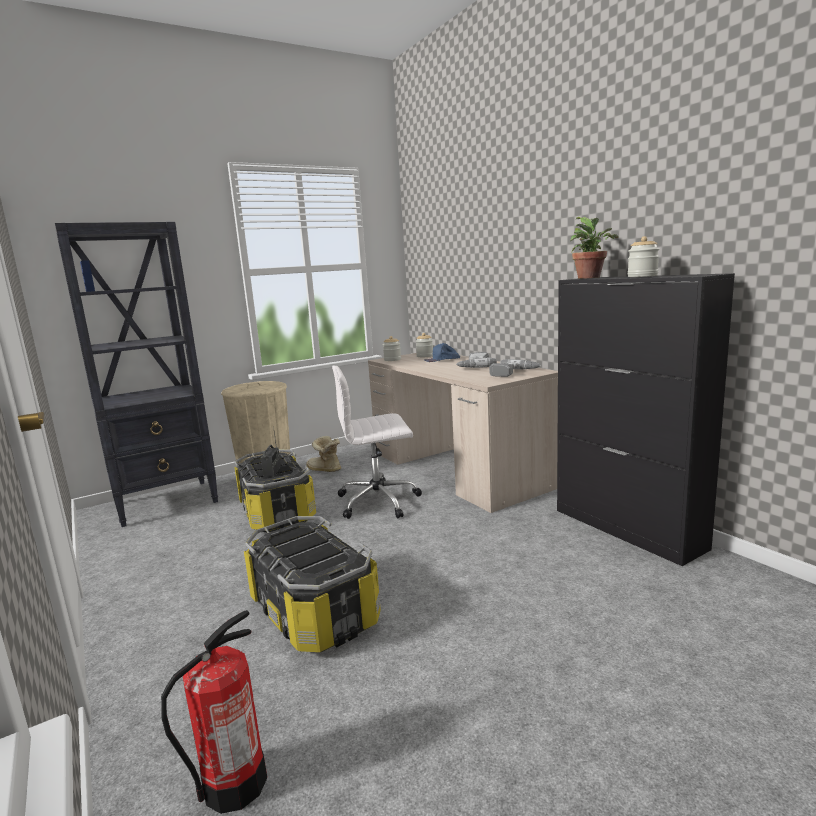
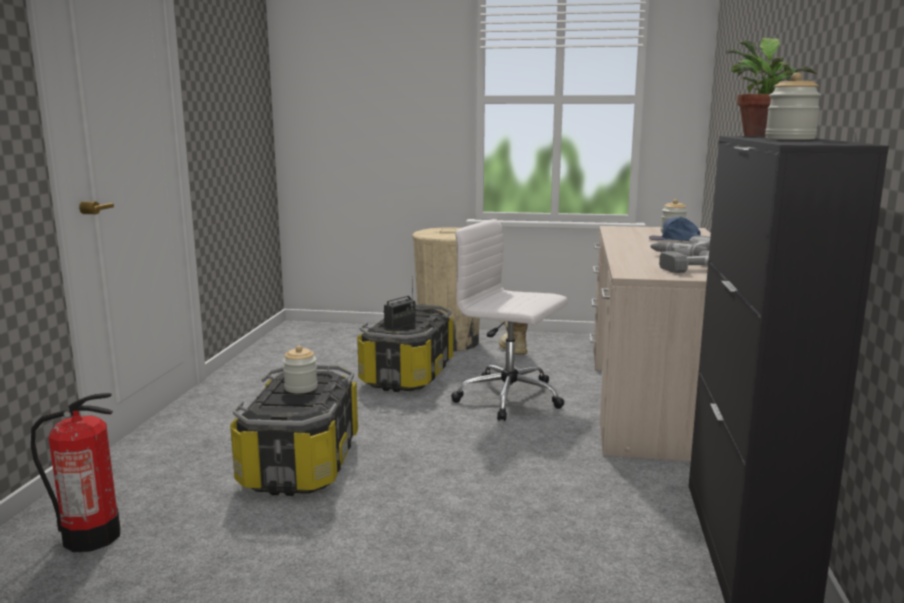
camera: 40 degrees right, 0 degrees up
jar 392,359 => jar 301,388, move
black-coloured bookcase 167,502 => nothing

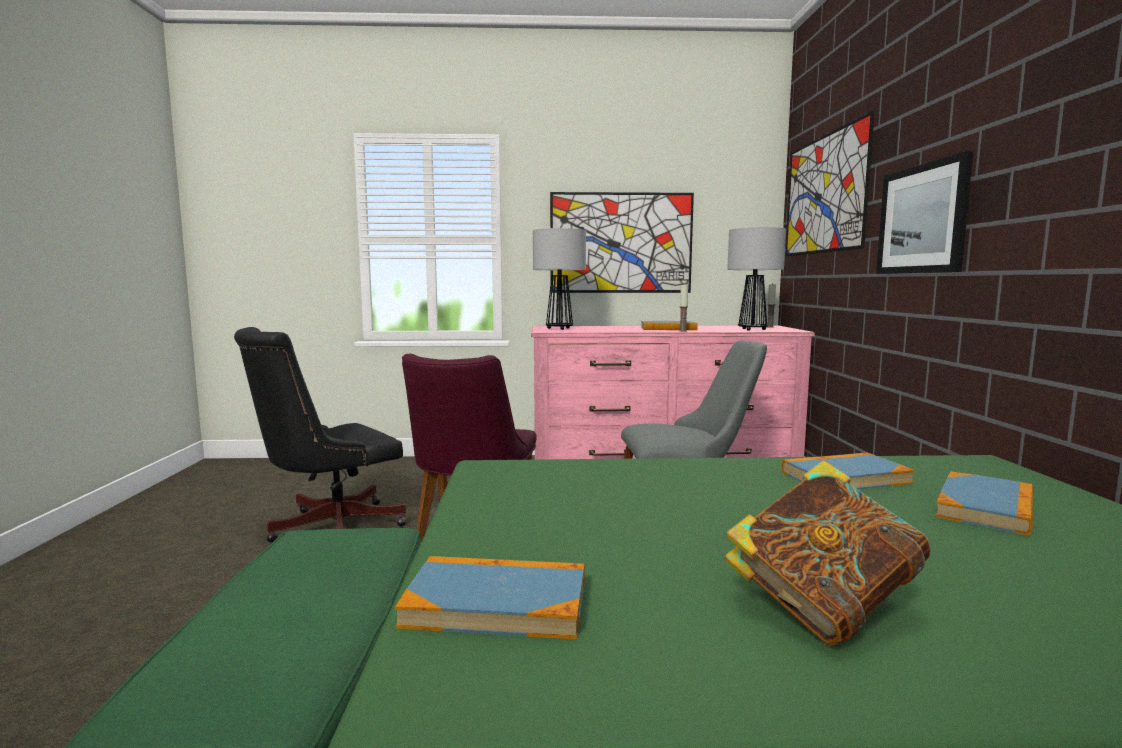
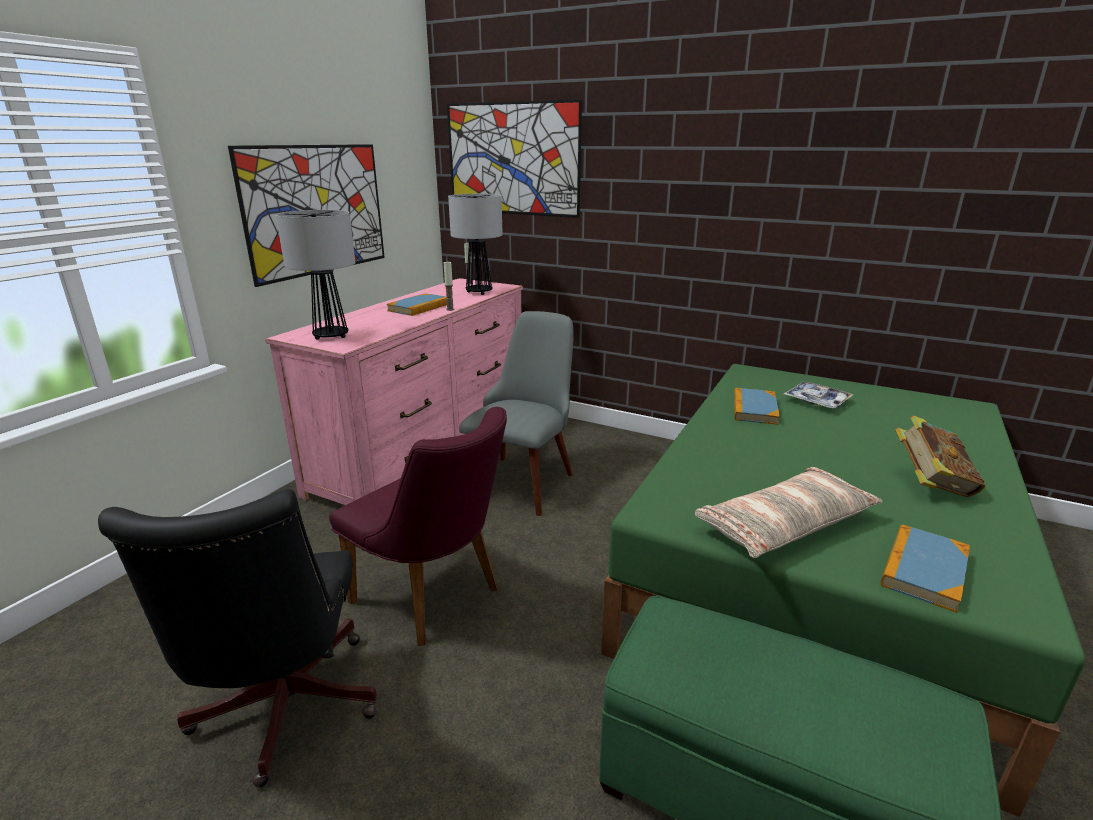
camera: 60 degrees left, 15 degrees up
nothing => pillow 785,525
volume 985,507 => serving tray 816,401
wall art 922,219 => nothing

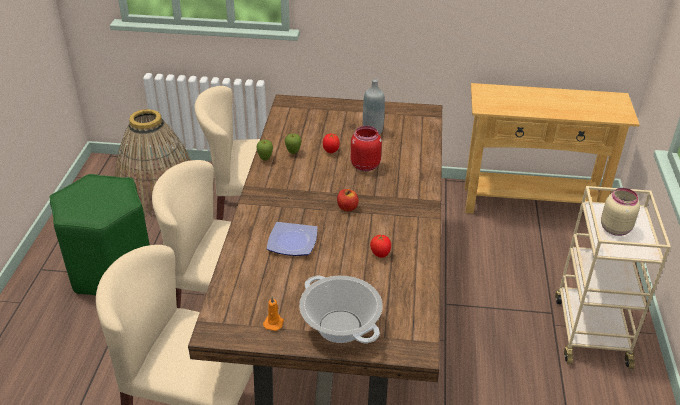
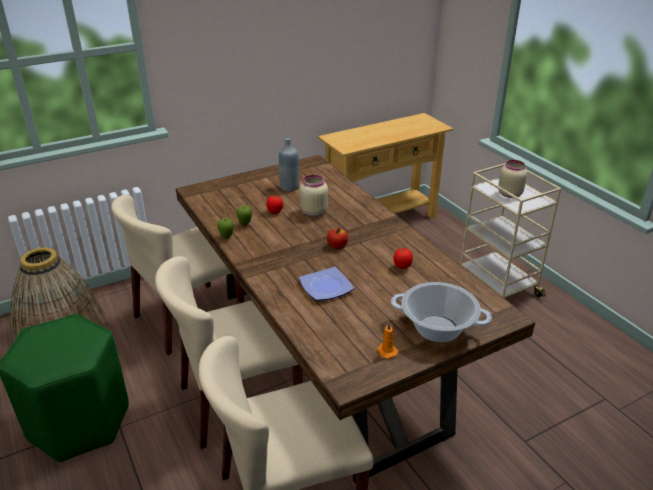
camera: 35 degrees left, 5 degrees down
red-coloured jar 364,165 => beige jar 313,212

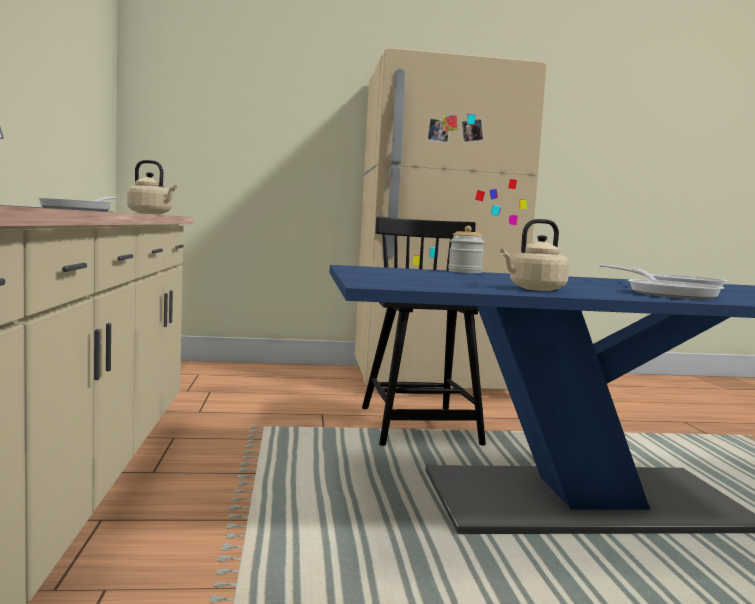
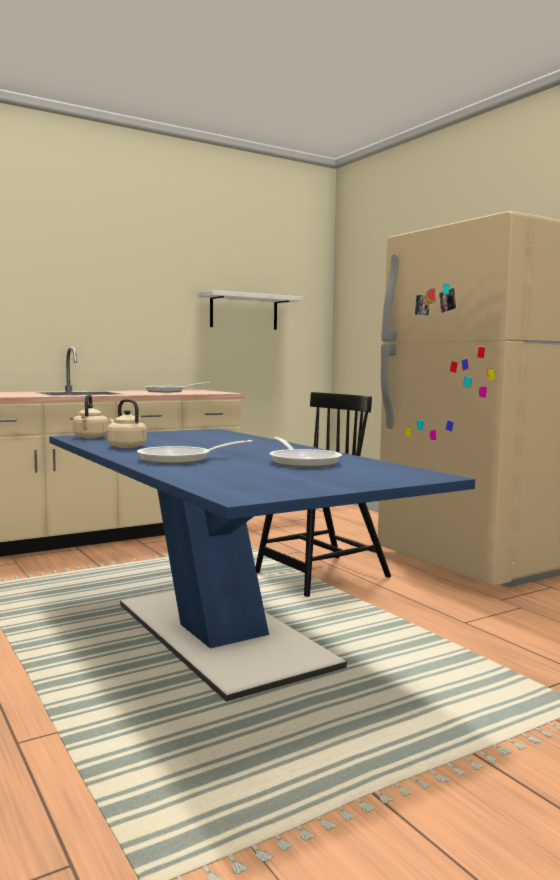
camera: 65 degrees right, 0 degrees up
beige tea kettle 151,214 => beige tea kettle 90,437, move
nothing => whitish shelf 244,312
jar 465,272 => nothing

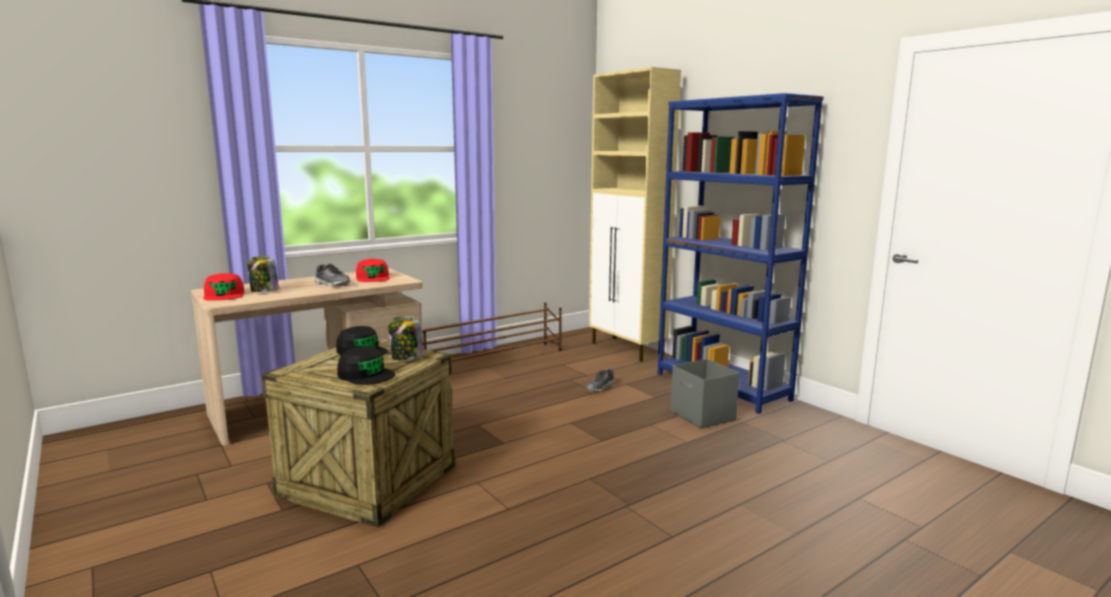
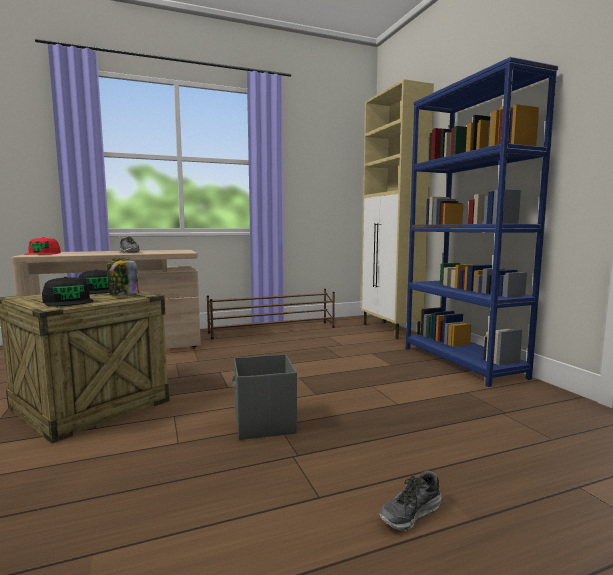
camera: 15 degrees right, 5 degrees down
gray storage box 703,416 => gray storage box 264,423, move
item of footwear 600,388 => item of footwear 411,513, move
jar 264,291 => nothing
red-coloured baseball cap 373,278 => nothing

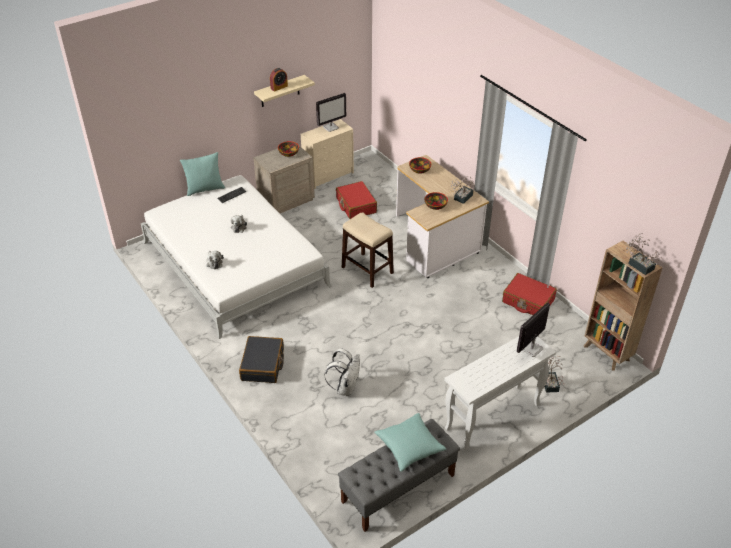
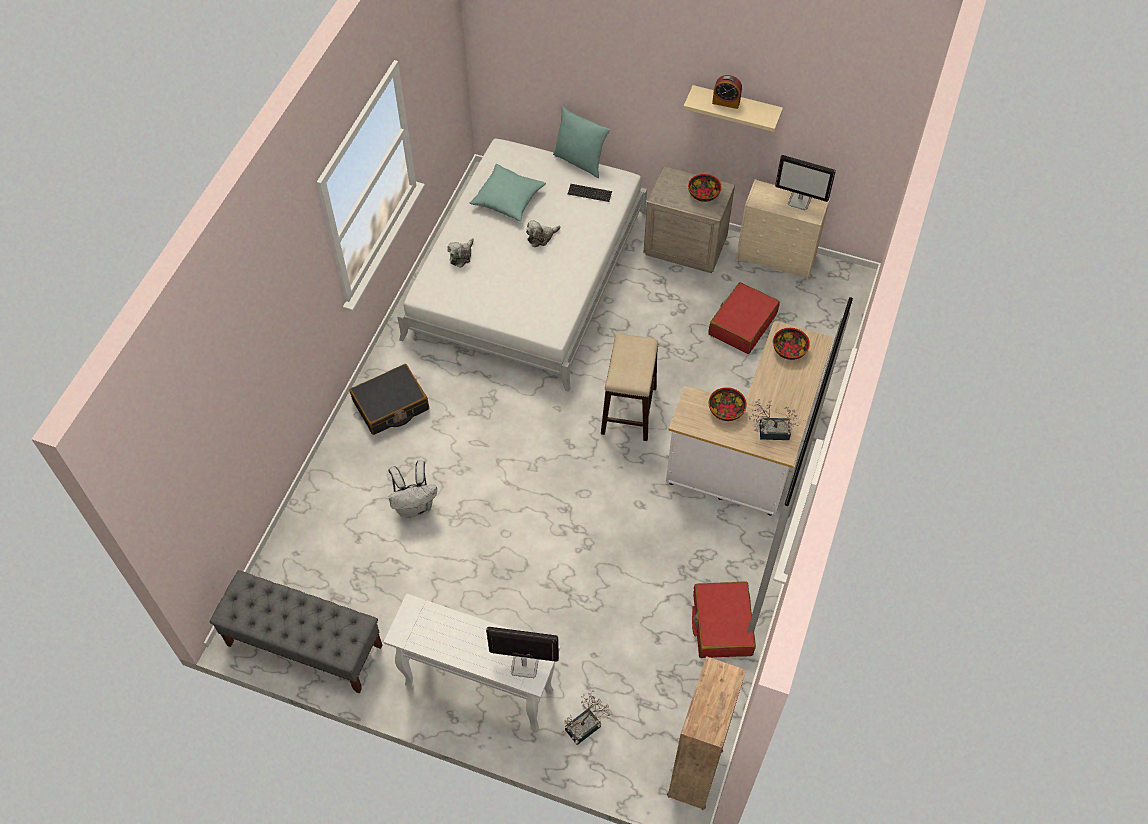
camera: 55 degrees right, 15 degrees up
turquoise-coloured pillow 409,446 => turquoise-coloured pillow 508,199, move
plant in a pot 639,264 => nothing

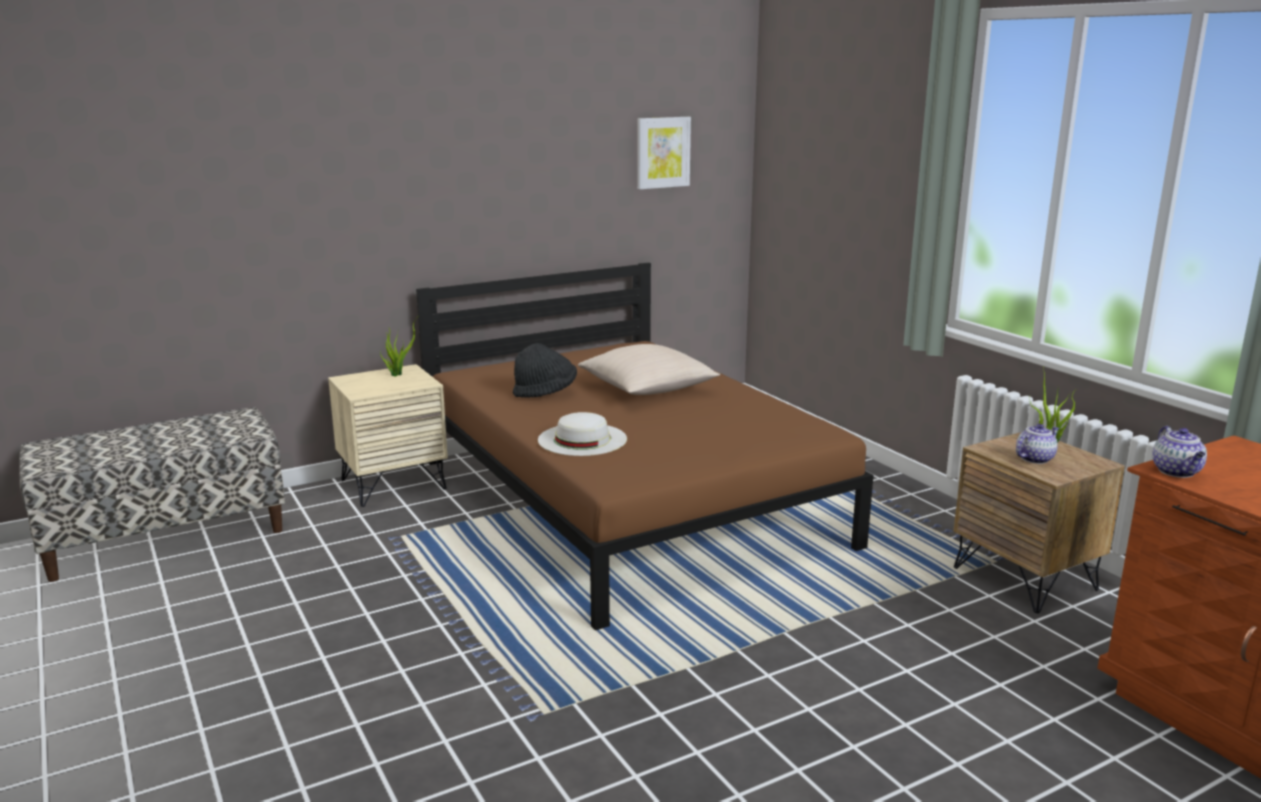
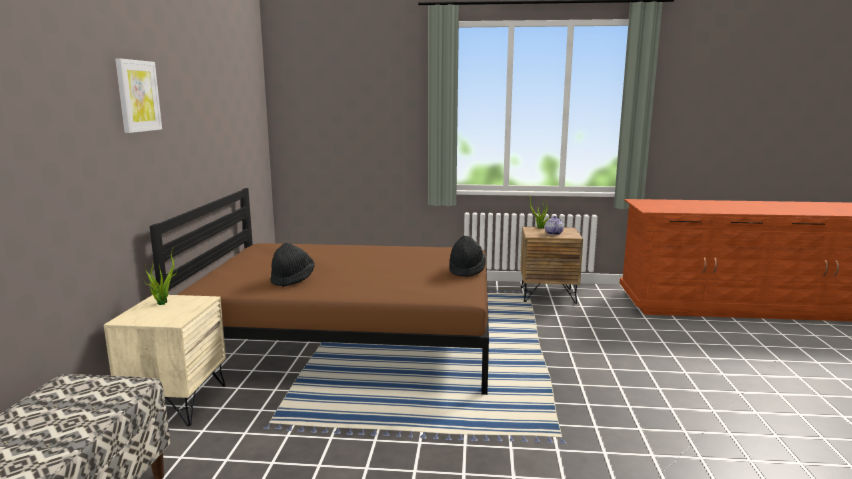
camera: 55 degrees left, 5 degrees down
wall art 662,152 => wall art 137,96, move
nothing => black-coloured wearable hat 466,270
whitish wearable hat 582,439 => nothing
beige pillow 647,388 => nothing
tea pot 1177,472 => nothing

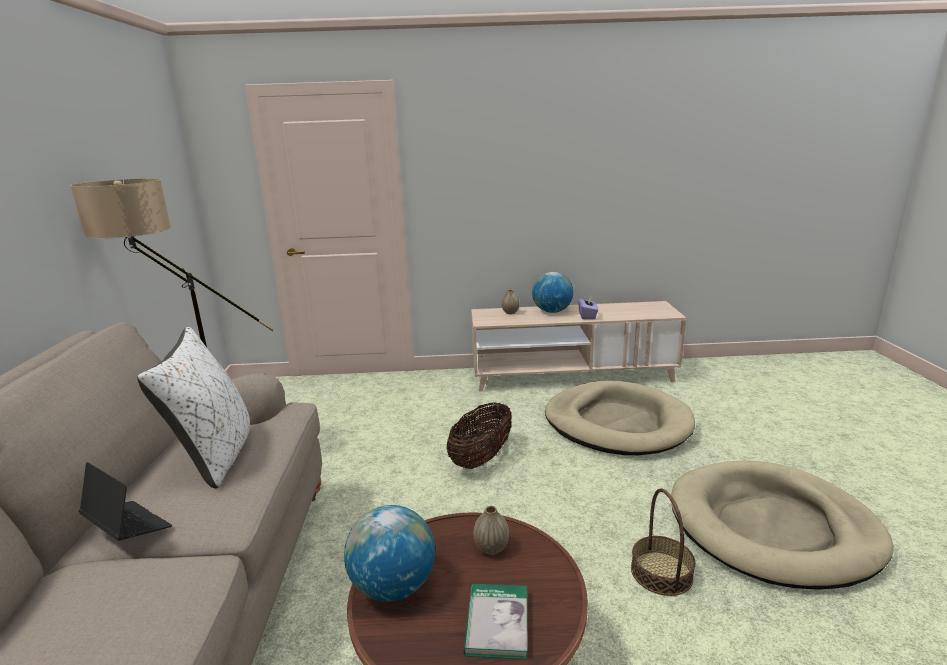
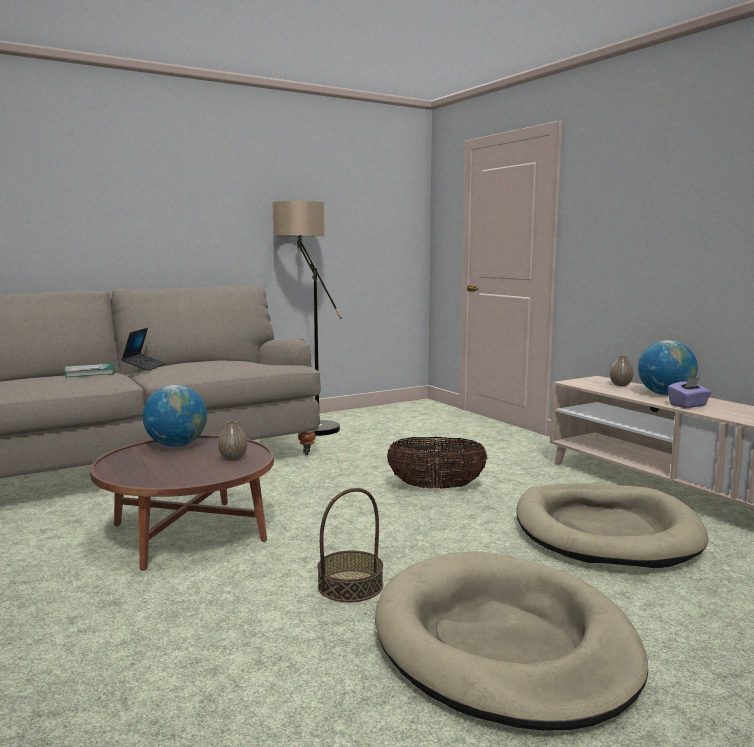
camera: 60 degrees right, 10 degrees down
volume 497,622 => volume 89,372, move
whitish pillow 216,455 => nothing

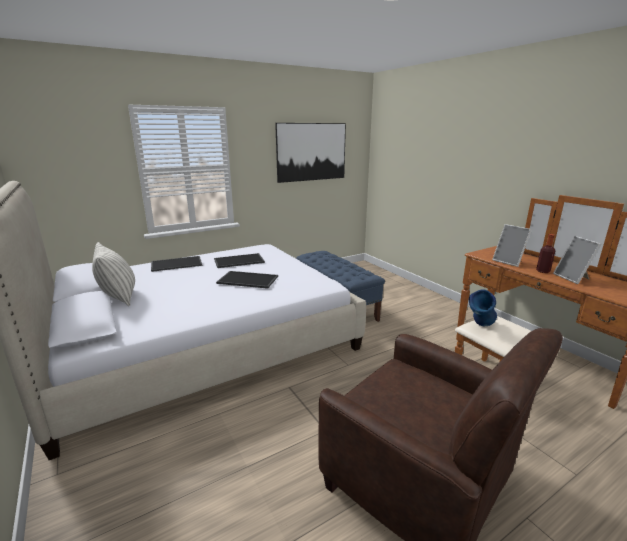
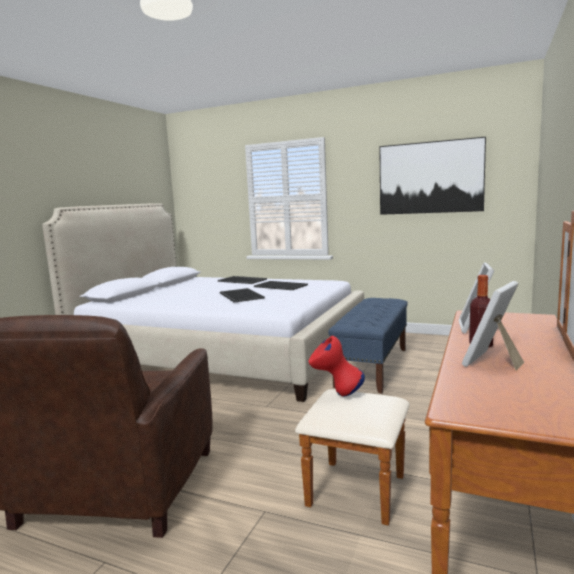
camera: 55 degrees right, 10 degrees down
bluish vase 480,326 => red-coloured vase 337,394
pillow 119,297 => nothing

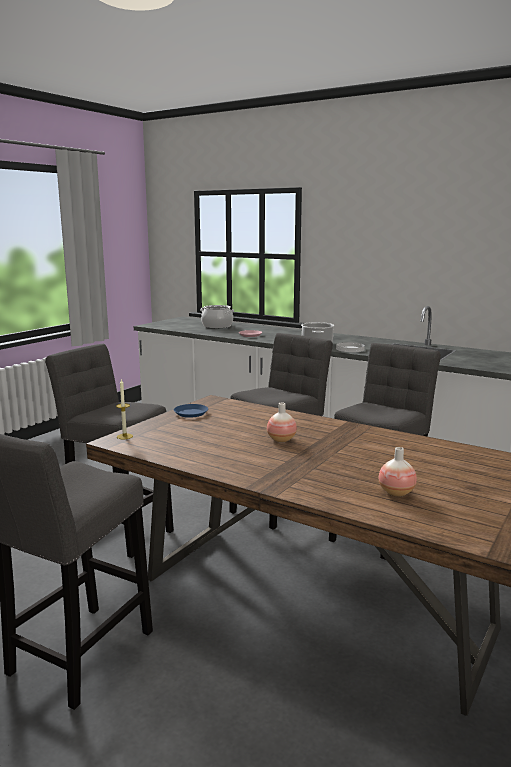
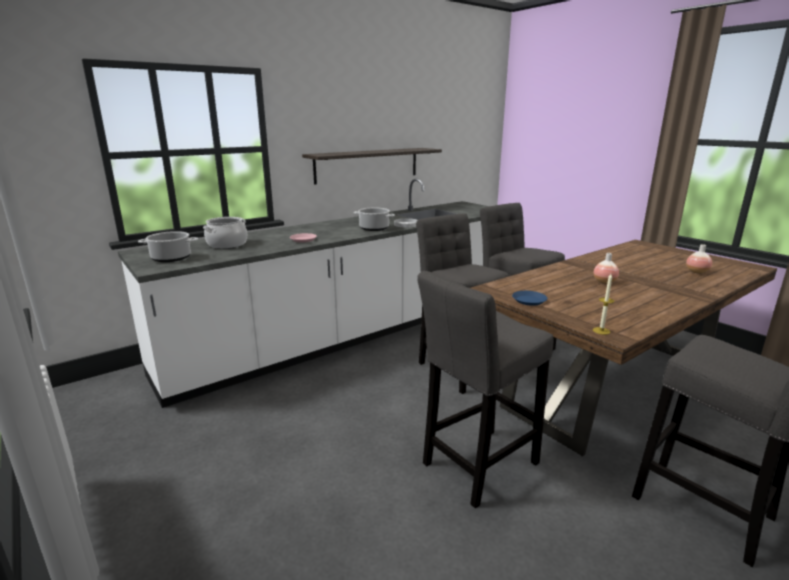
camera: 70 degrees left, 5 degrees up
nothing => saucepot 172,258
nothing => shelf 367,165

